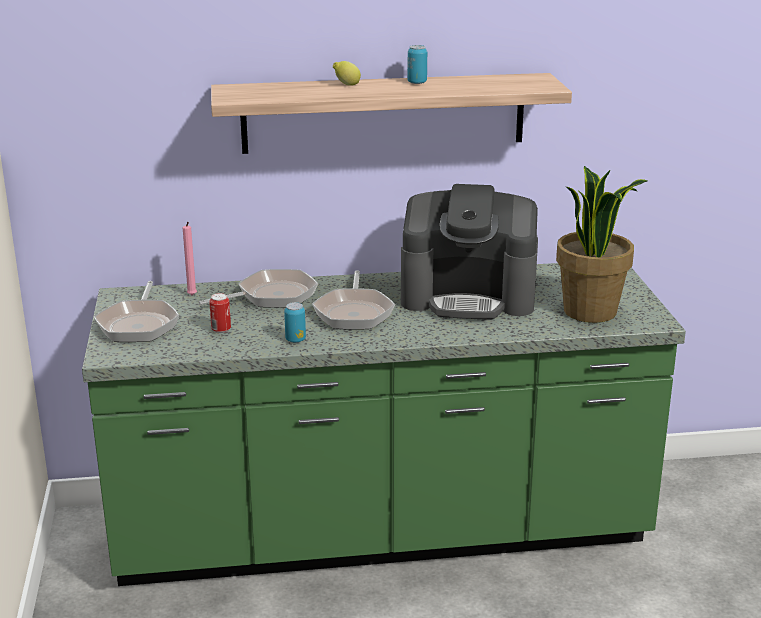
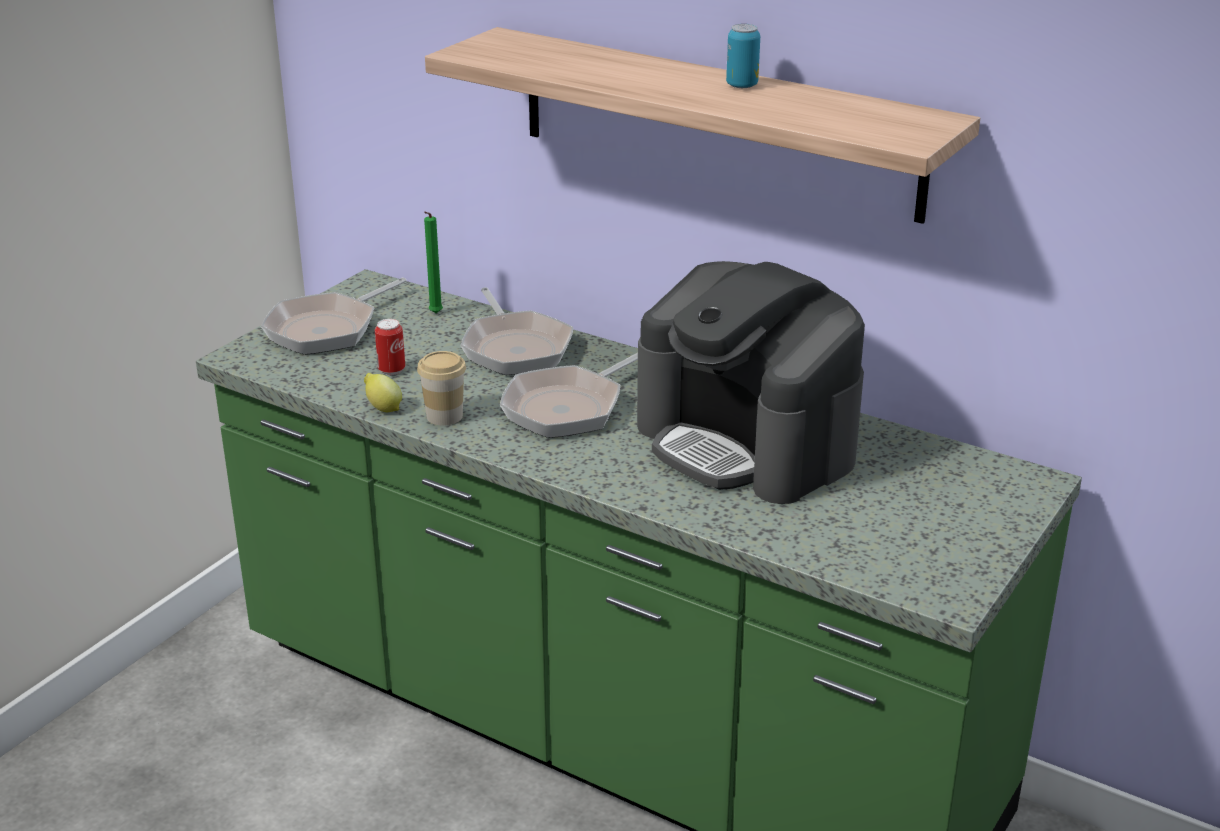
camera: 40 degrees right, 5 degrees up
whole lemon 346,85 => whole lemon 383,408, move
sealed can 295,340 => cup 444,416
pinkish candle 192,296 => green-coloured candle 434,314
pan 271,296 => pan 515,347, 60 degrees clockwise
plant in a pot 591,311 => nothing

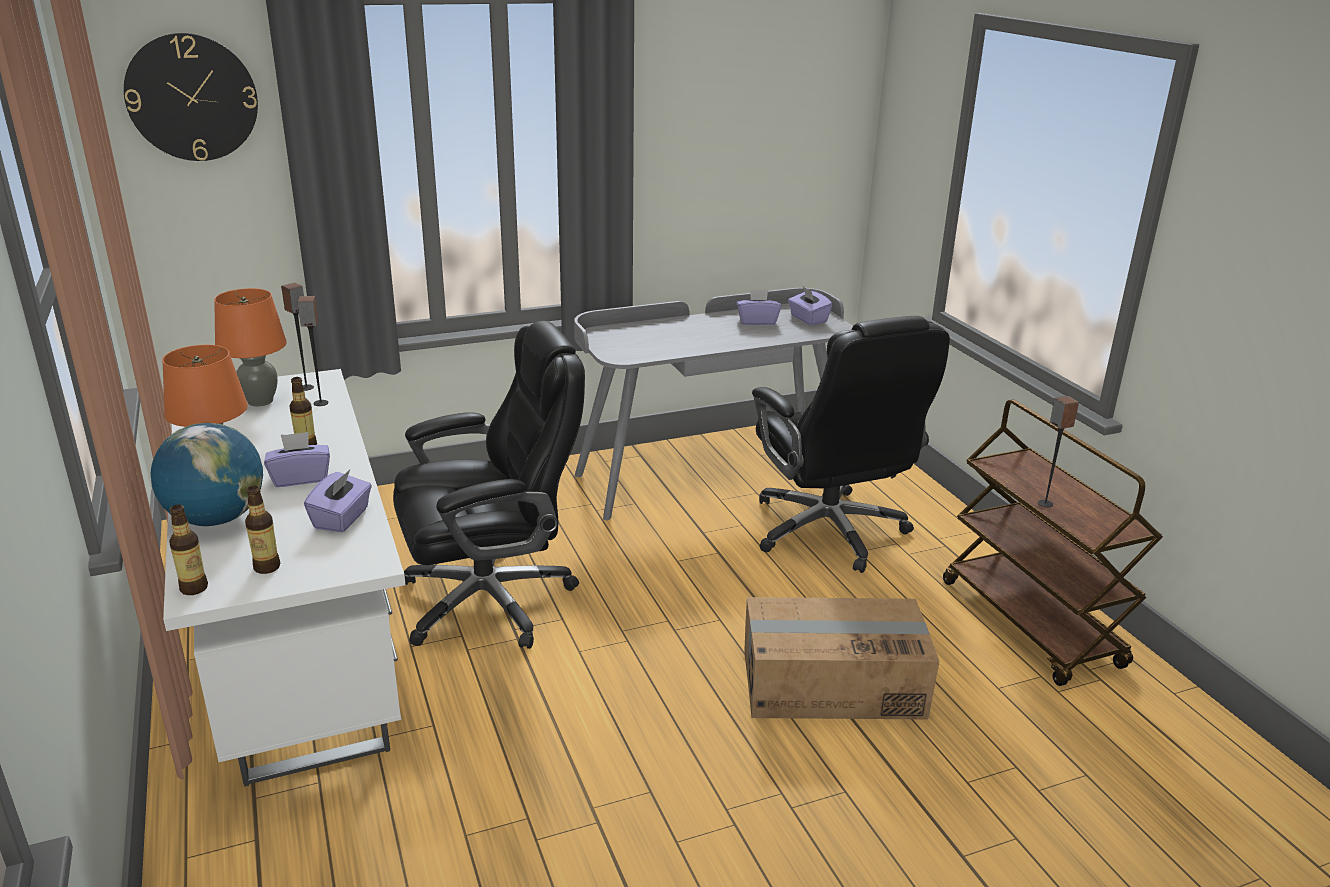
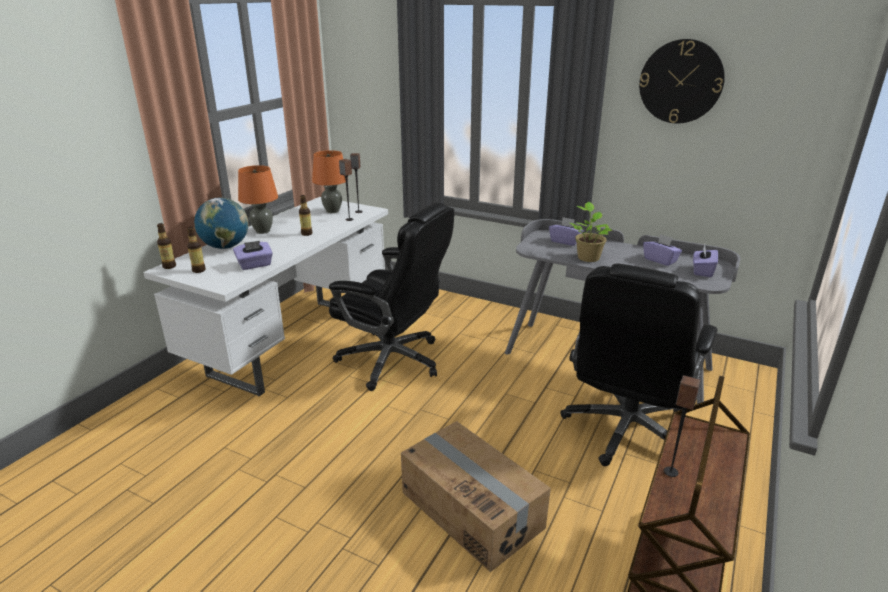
camera: 50 degrees right, 0 degrees up
purple tissue holder 300,478 => purple tissue holder 565,241, move
nothing => plant in a pot 588,257
clock on the wall 192,98 => clock on the wall 681,82, move

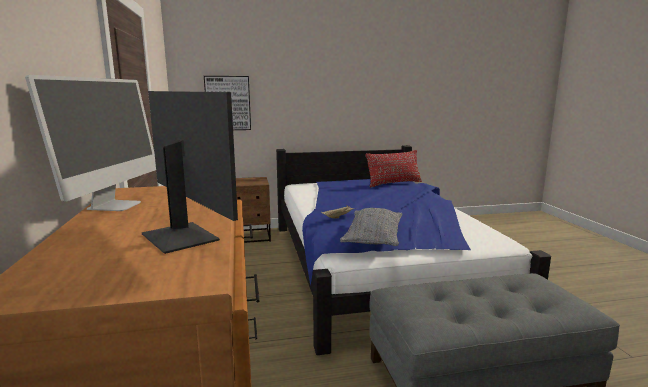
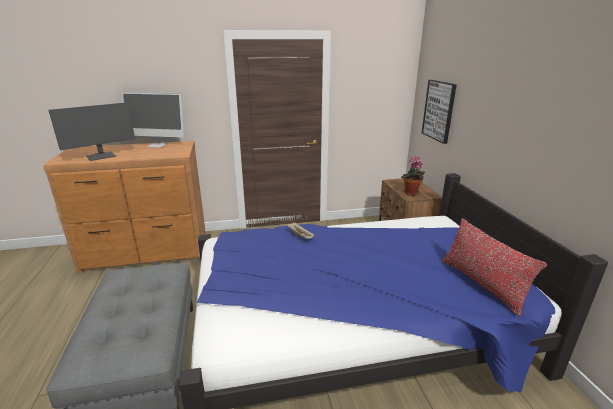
camera: 90 degrees right, 10 degrees up
nothing => plant in a pot 411,193
gray pillow 373,238 => nothing

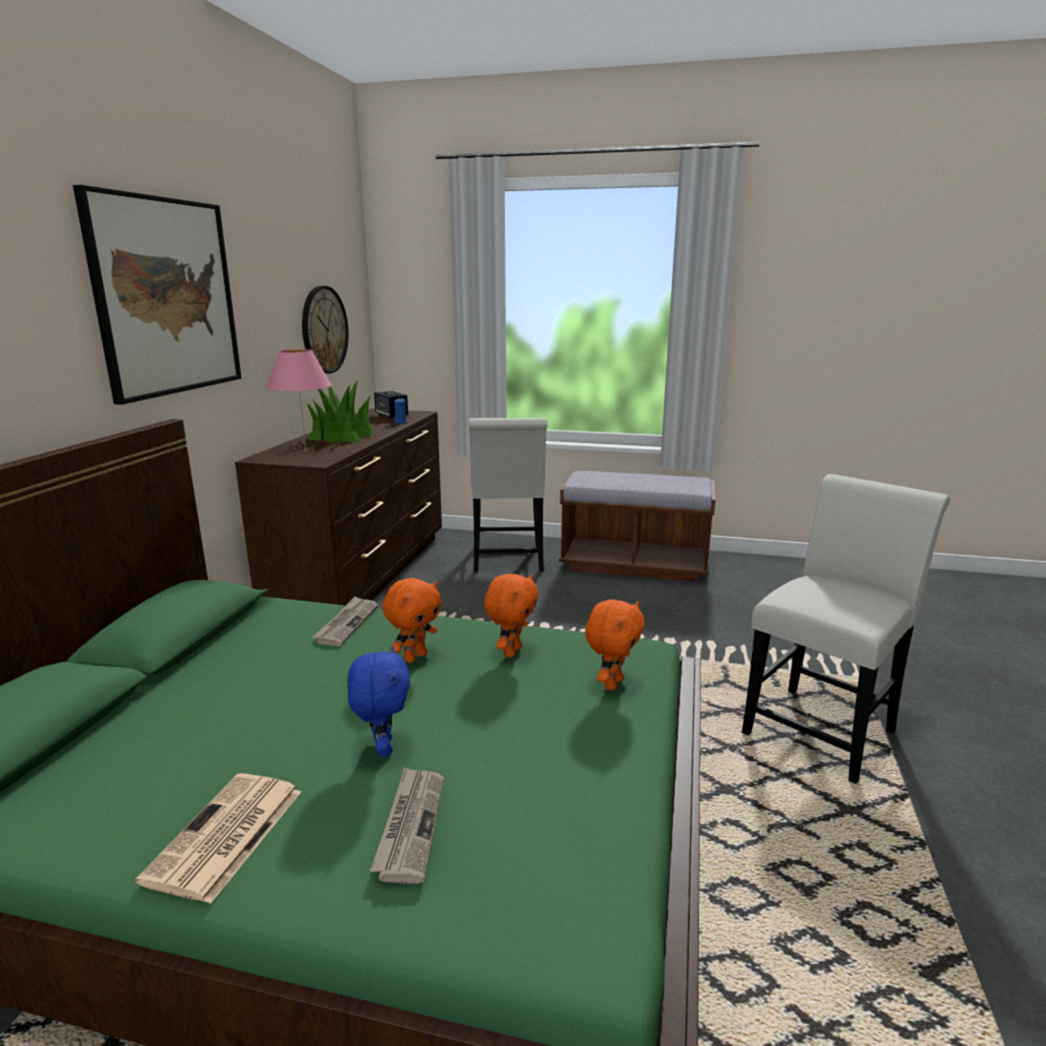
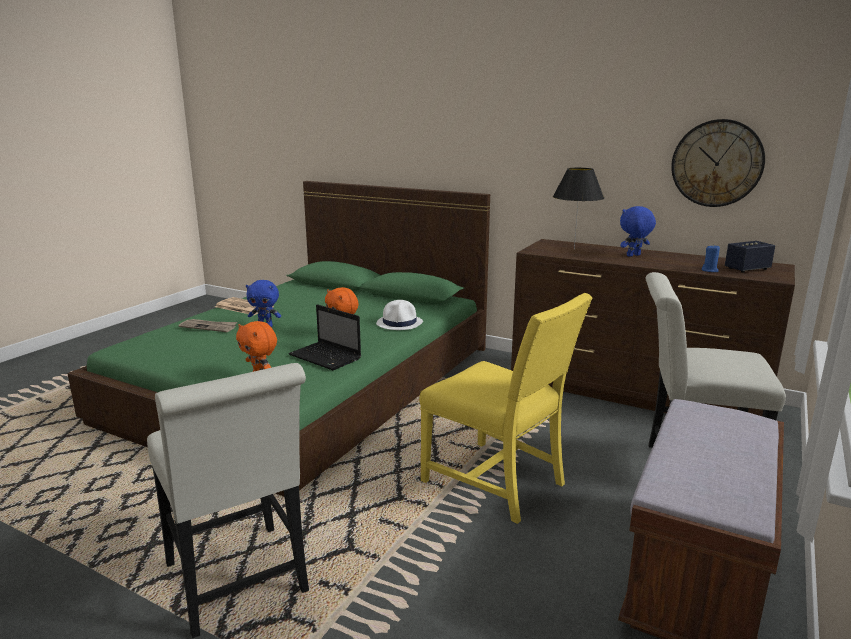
camera: 105 degrees right, 0 degrees up
orange soft toy 511,651 => laptop 326,357
daily paper 346,623 => whitish wearable hat 400,323
nothing => yellow-coloured upright chair 498,482
pinkish tabletop lamp 306,450 => black-coloured tabletop lamp 574,249
plant in a pot 342,435 => bluish soft toy 634,256
wall art 166,297 => nothing

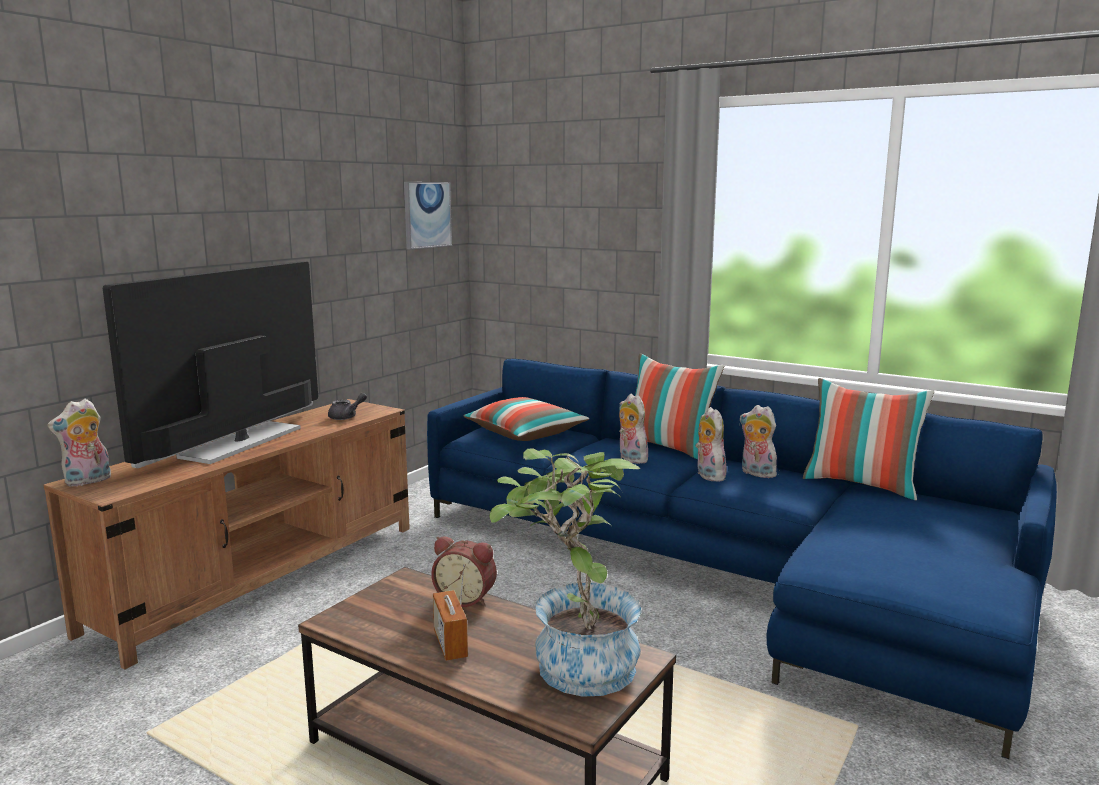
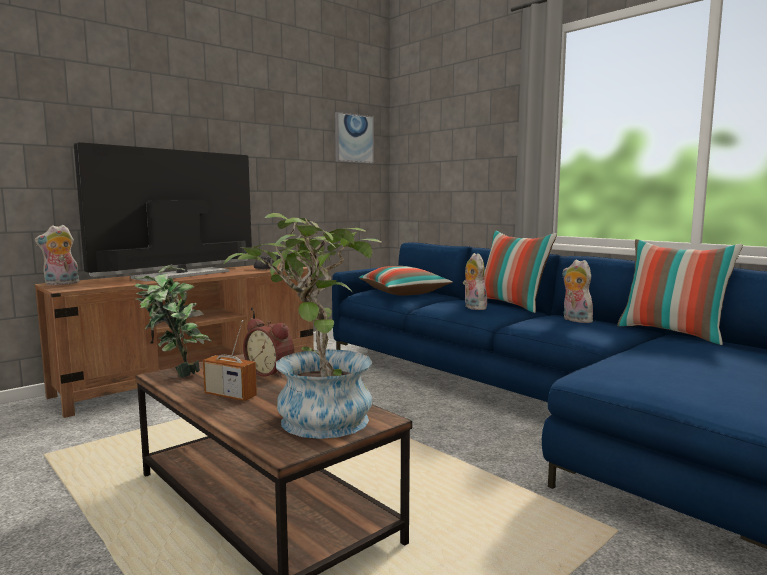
camera: 15 degrees right, 5 degrees down
nothing => plant in a pot 175,375
radio 450,644 => radio 230,395, 60 degrees counterclockwise
soft toy 708,475 => nothing

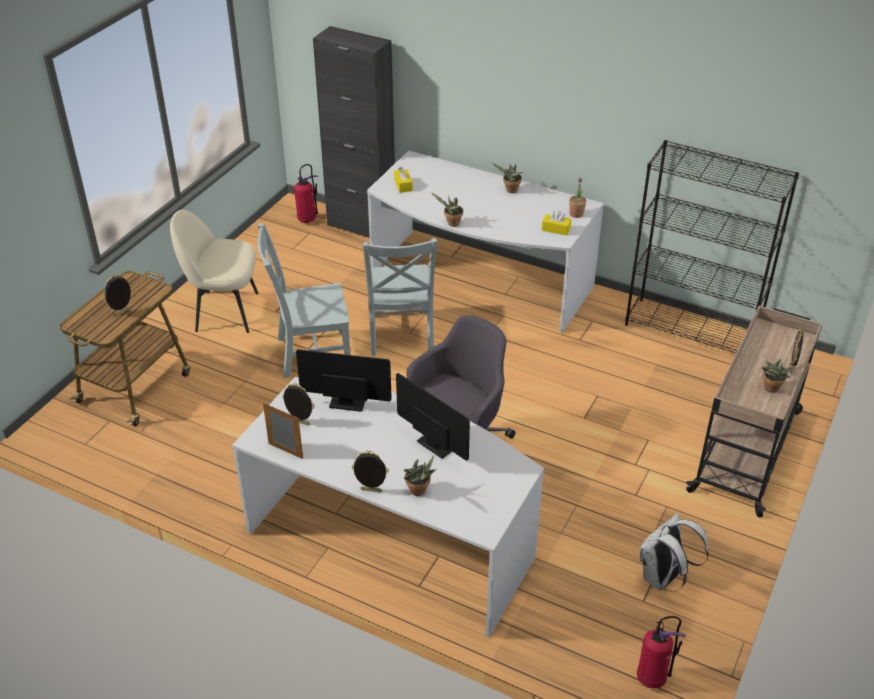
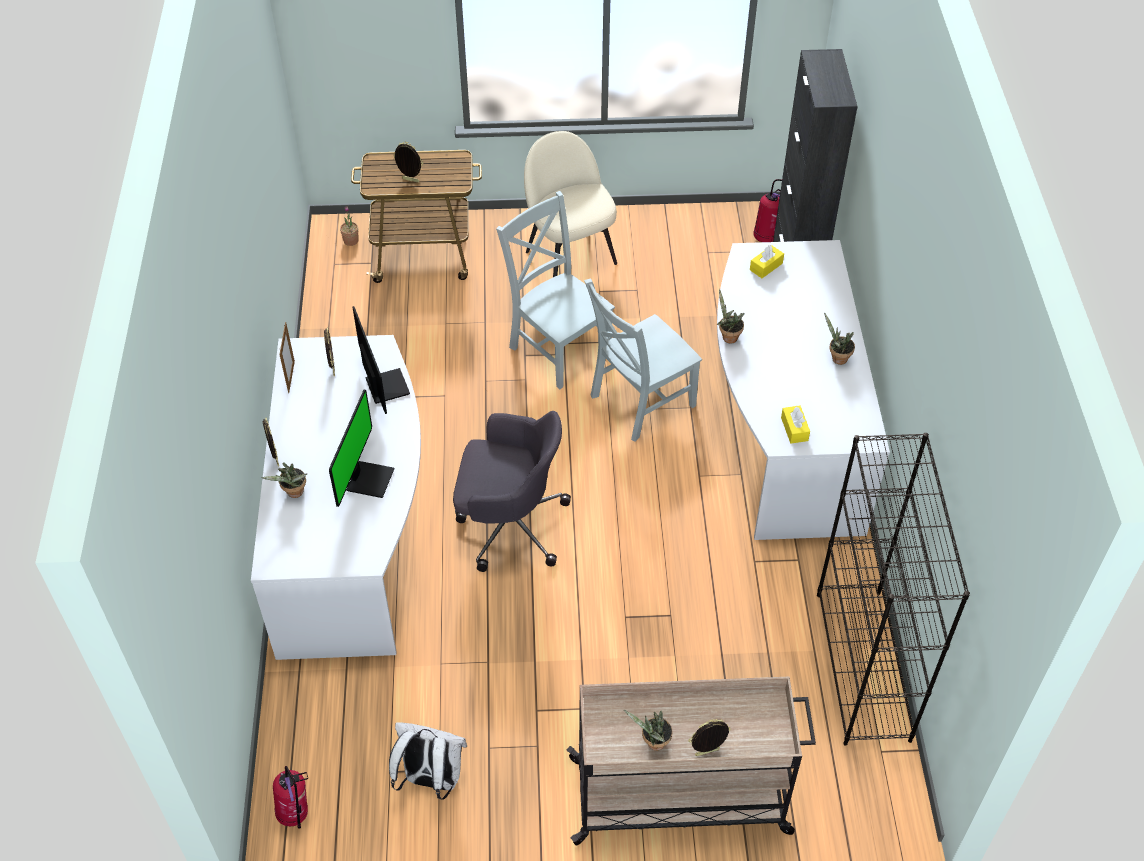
camera: 60 degrees right, 10 degrees up
plant in a pot 576,214 => plant in a pot 351,241, move

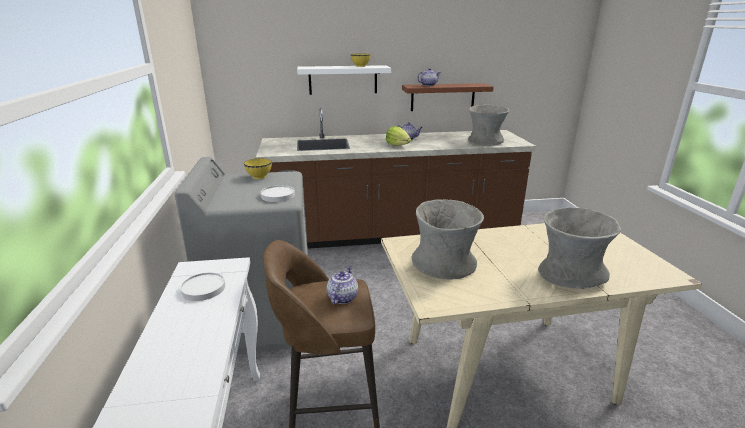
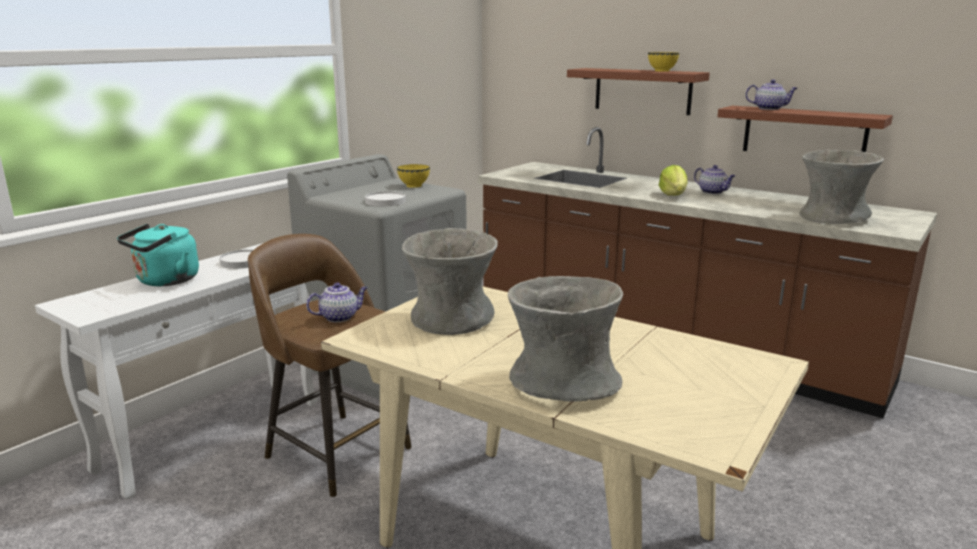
camera: 45 degrees right, 5 degrees down
nothing => turquoise-coloured tea kettle 165,281
whitish shelf 343,80 => brownish shelf 642,91

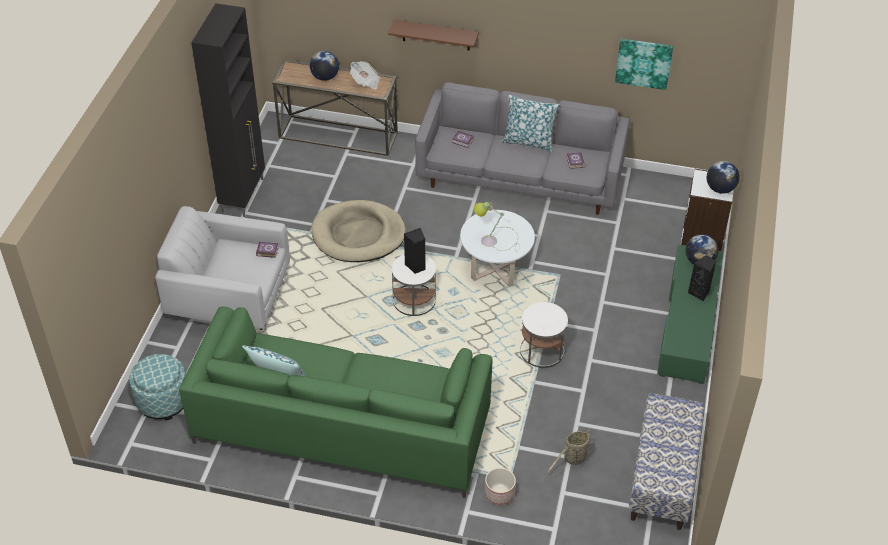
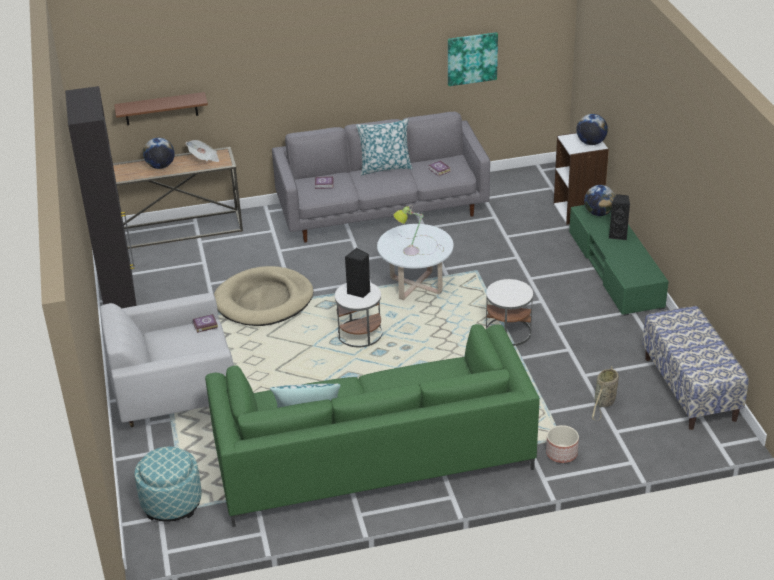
camera: 25 degrees left, 10 degrees down
brownish shelf 436,35 => brownish shelf 161,109, move

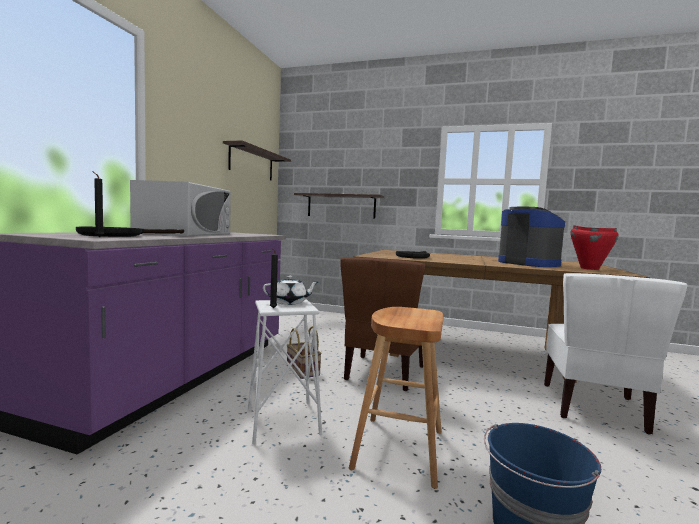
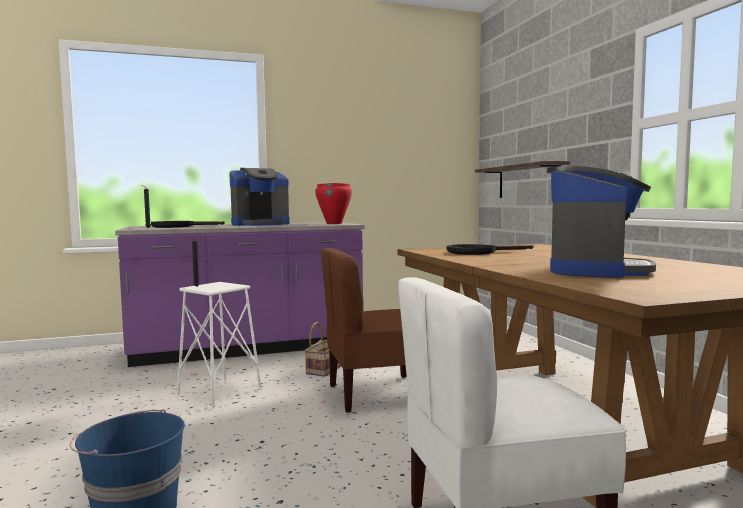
camera: 55 degrees right, 0 degrees up
whitish kitchen microwave 185,233 => coffee brewer 260,224
red-coloured saucepot 589,268 => red-coloured saucepot 334,223, move
shelf 251,163 => nothing
whitish tea pot 290,302 => nothing
brownish stool 399,449 => nothing

